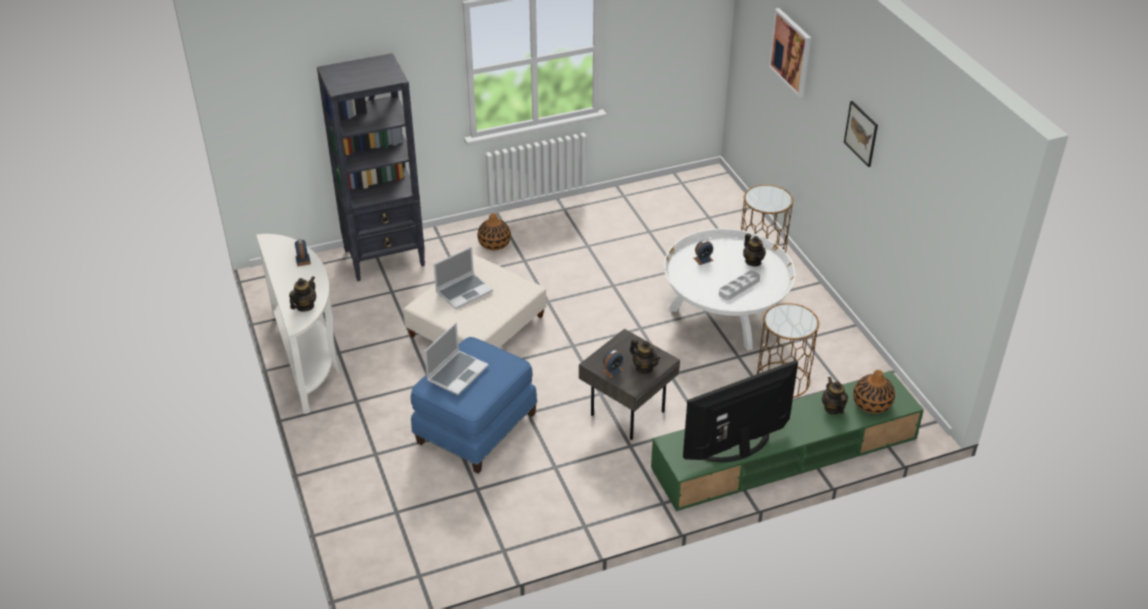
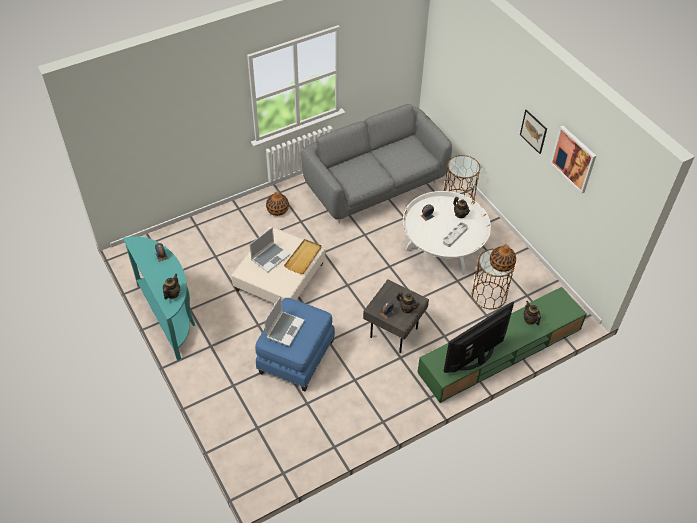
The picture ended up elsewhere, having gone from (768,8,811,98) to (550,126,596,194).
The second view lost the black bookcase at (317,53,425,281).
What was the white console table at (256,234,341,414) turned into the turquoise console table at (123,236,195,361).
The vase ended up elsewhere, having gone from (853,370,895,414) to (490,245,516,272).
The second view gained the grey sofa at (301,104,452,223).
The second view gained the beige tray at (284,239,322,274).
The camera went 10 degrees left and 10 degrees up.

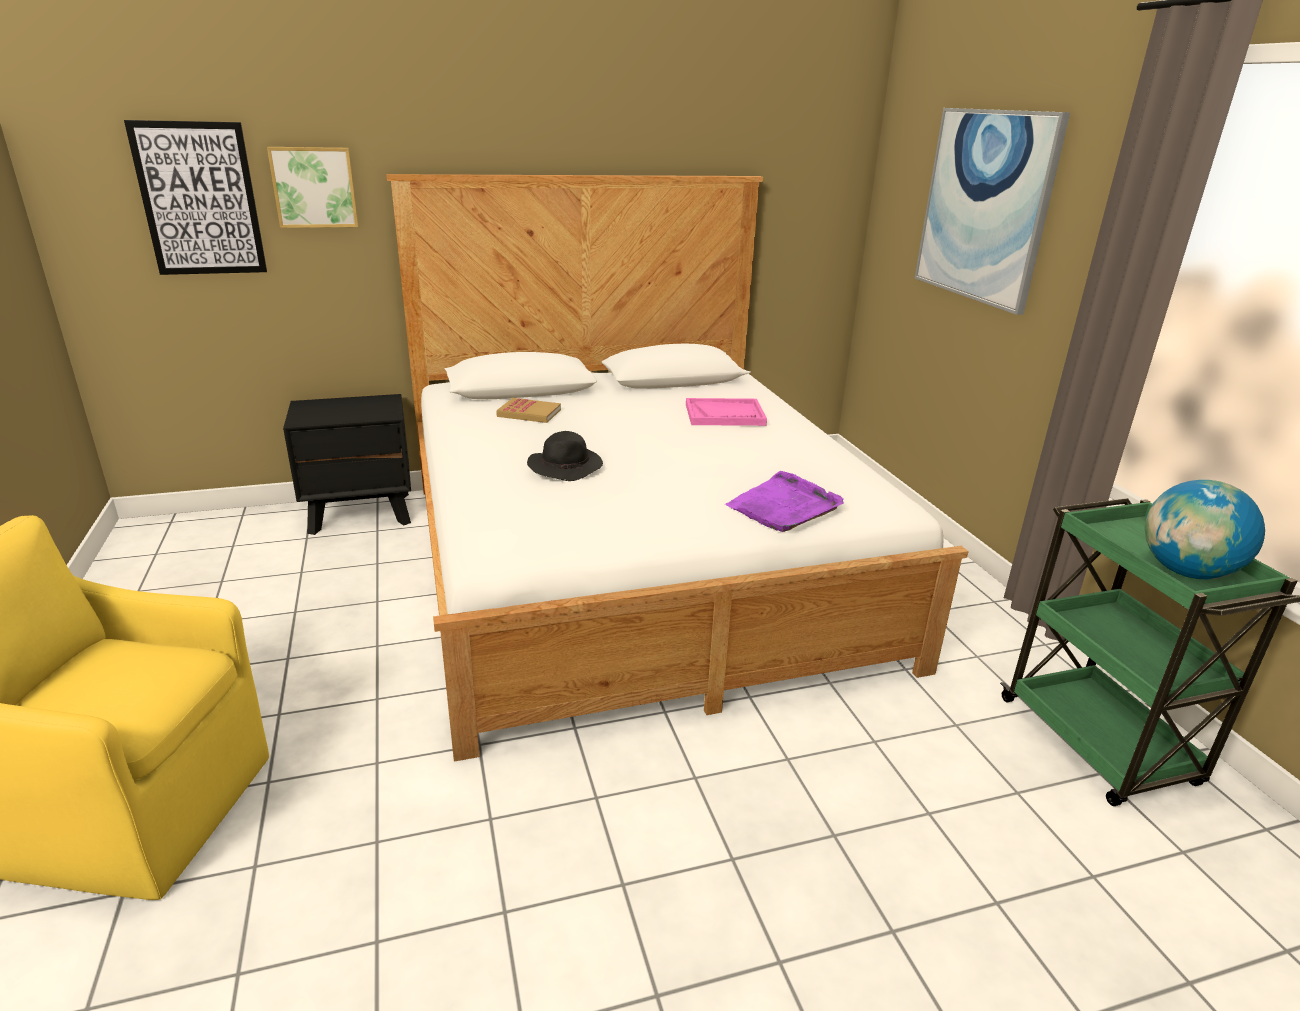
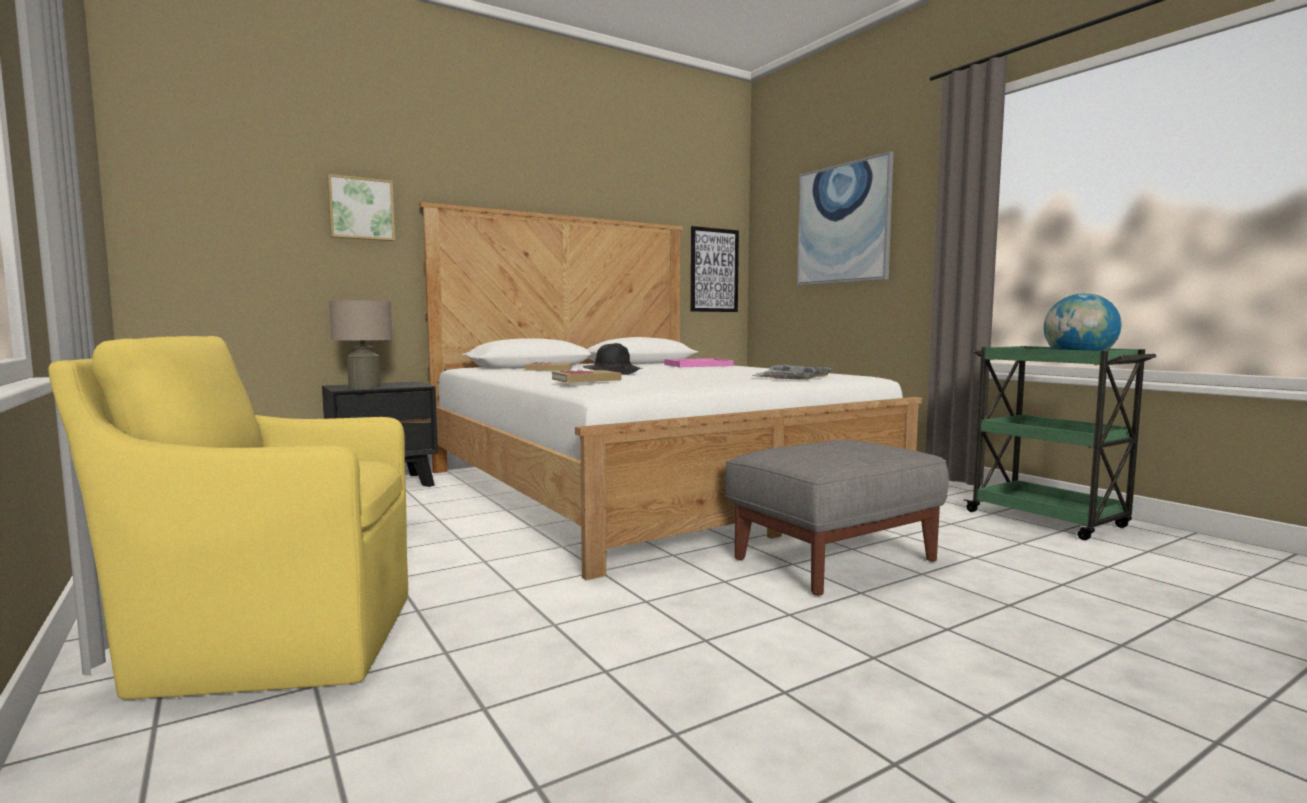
The picture ended up elsewhere, having gone from (124,120,267,275) to (691,226,739,312).
What was the purple tray at (725,471,844,532) turned into the grey tray at (751,365,833,380).
The second view gained the beige table lamp at (329,300,393,389).
The second view gained the book at (552,370,622,383).
The second view gained the grey ottoman at (725,440,949,596).
The camera went 15 degrees left and 20 degrees down.

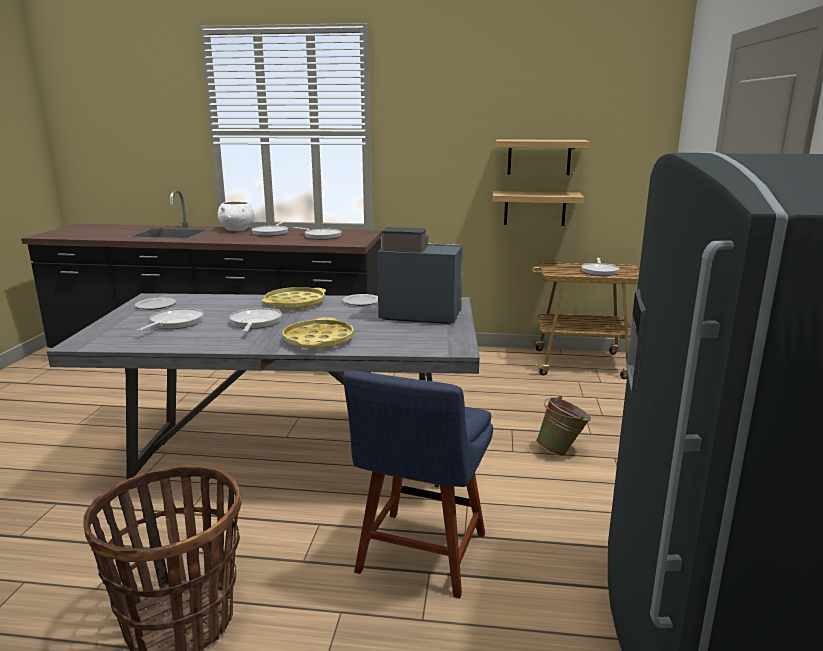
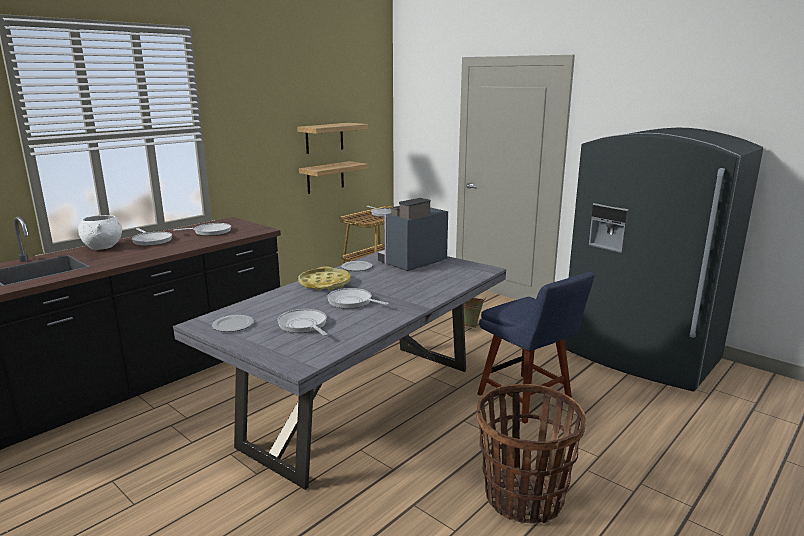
The second view lost the yellow tray at (282,317,354,349).
The camera went 55 degrees left and 0 degrees up.

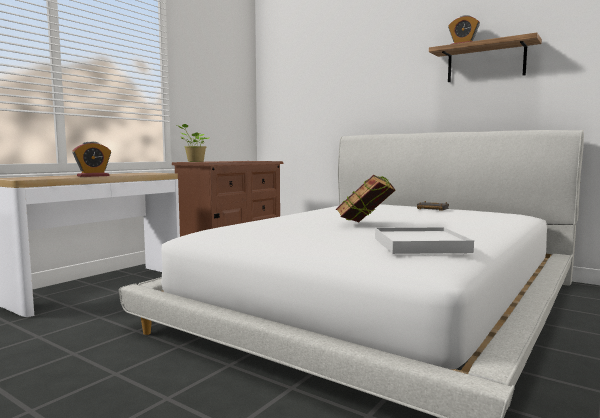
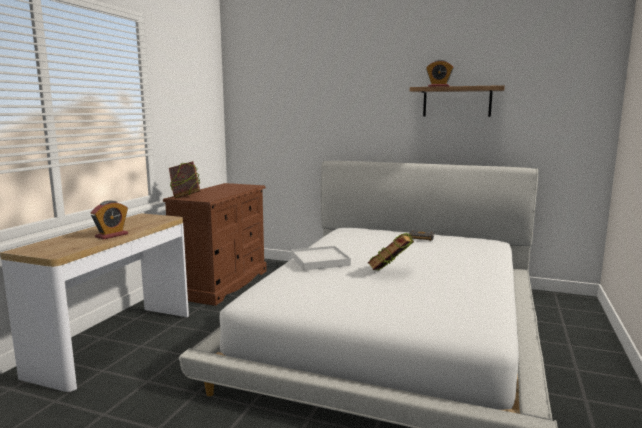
Where the potted plant stood at (177,124,209,162), the book came to stand at (169,161,200,198).
The white tray ended up elsewhere, having gone from (375,227,474,254) to (291,246,351,270).
The camera went 15 degrees left and 5 degrees up.

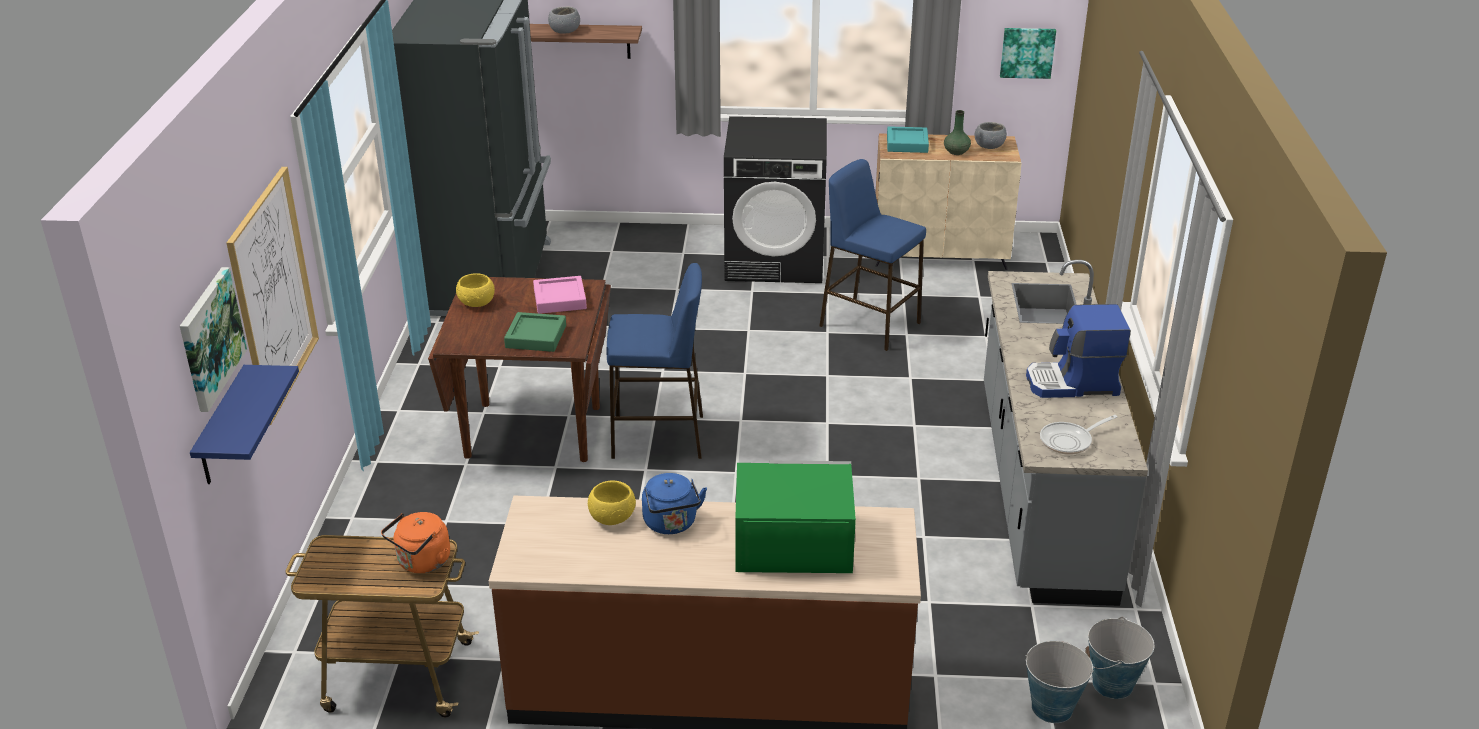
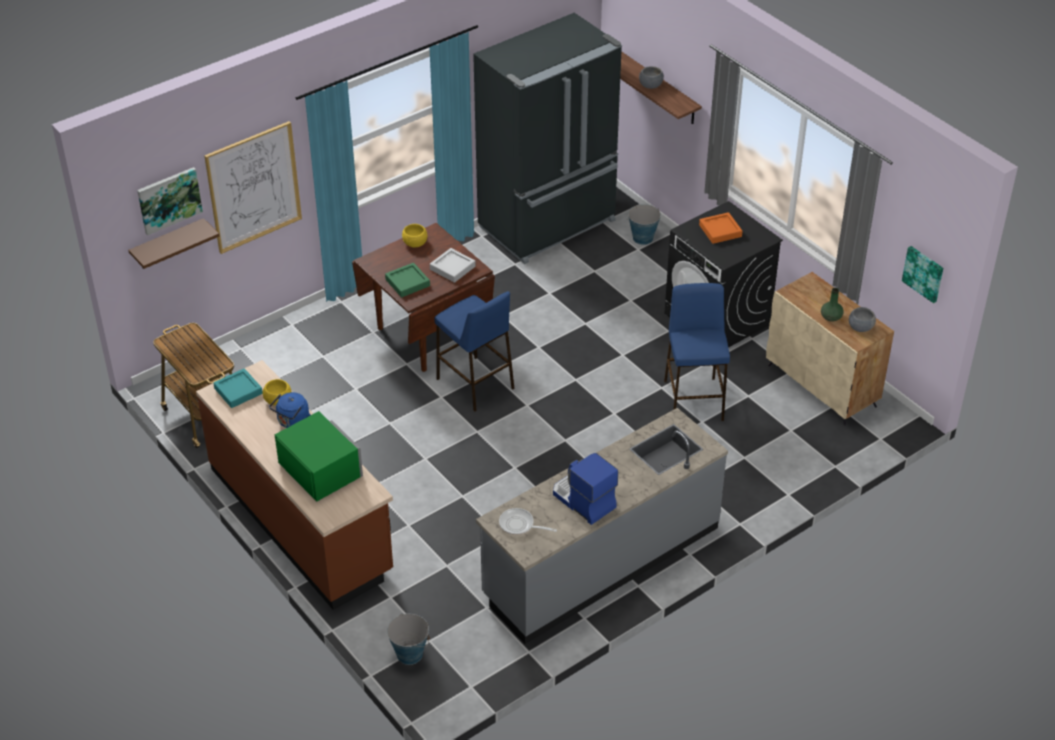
The turquoise tray ended up elsewhere, having gone from (887,126,929,153) to (213,368,263,408).
What was the pink tray at (533,276,587,314) turned into the grey tray at (430,248,476,283).
What was the blue shelf at (190,365,299,484) turned into the brown shelf at (128,218,219,269).
The second view lost the orange kettle at (381,512,450,573).
The bucket ended up elsewhere, having gone from (1085,617,1154,699) to (627,204,661,245).
The second view gained the orange tray at (699,212,743,244).
The camera went 50 degrees right and 10 degrees up.

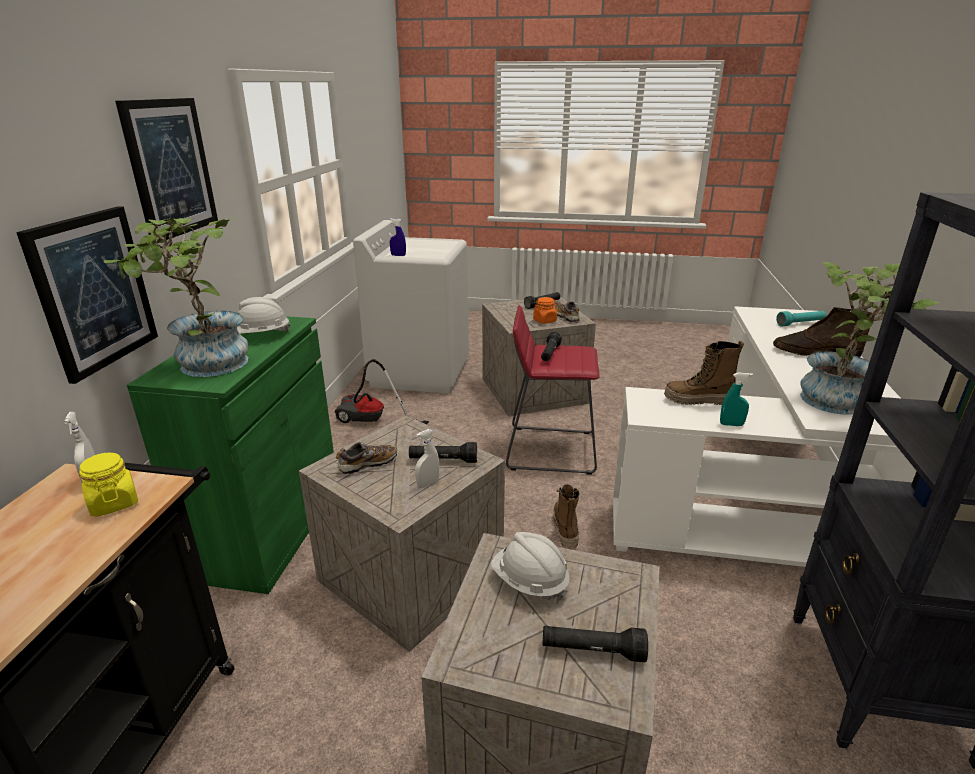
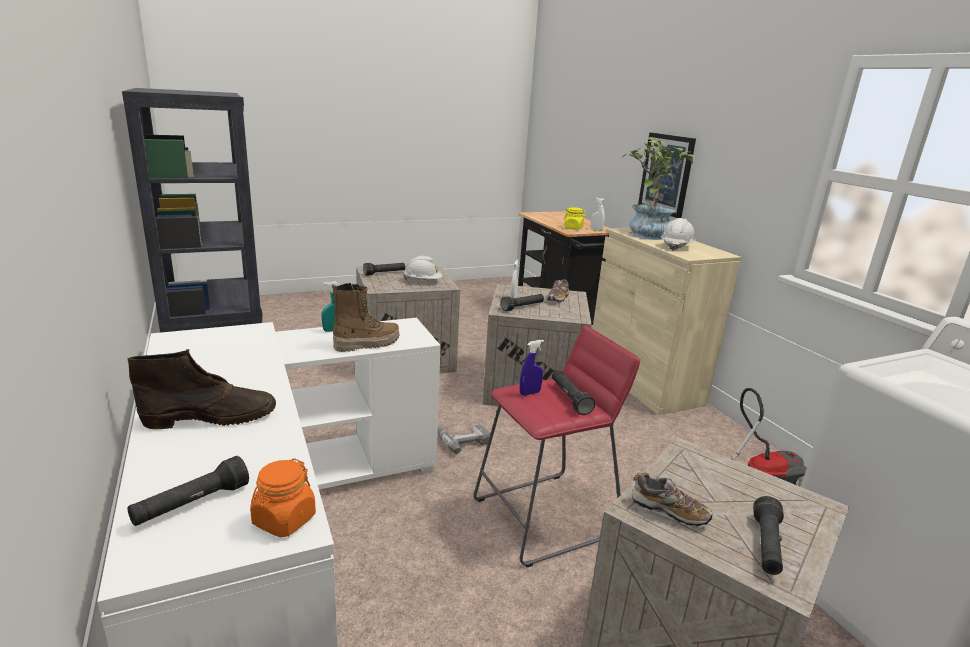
The second view lost the picture at (115,98,218,243).
The blue spray bottle ended up elsewhere, having gone from (390,218,406,256) to (520,340,544,396).
The second view lost the potted plant at (800,262,939,415).
The orange jar ended up elsewhere, having gone from (533,297,557,324) to (250,458,316,537).
What was the turquoise flashlight at (776,311,826,327) turned into the black flashlight at (127,456,249,526).
What was the green cabinet at (127,316,334,594) turned into the beige cabinet at (593,228,741,415).
Where the boot stood at (553,484,580,550), the power drill came to stand at (438,424,490,454).
The camera went 145 degrees right and 5 degrees down.

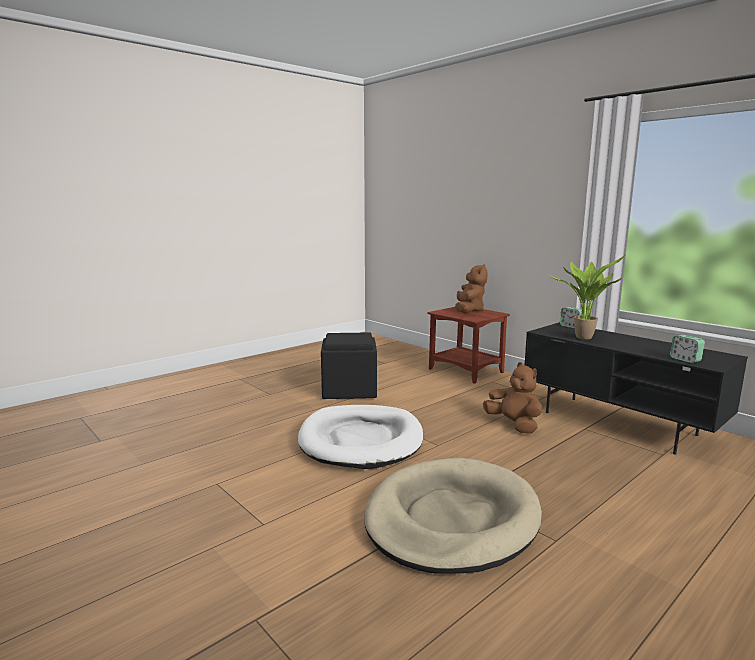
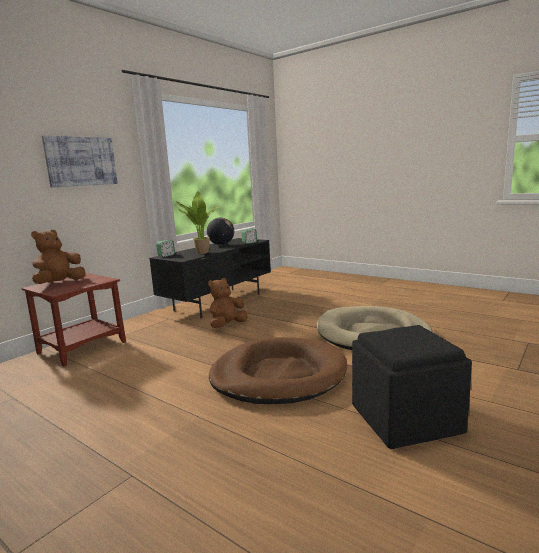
The brown plush toy at (455,264,488,313) ended up facing another way, 60 degrees counterclockwise from before.
The black ottoman ended up elsewhere, having gone from (321,332,377,399) to (352,325,472,449).
What was the white dog bed at (298,405,423,469) turned into the brown dog bed at (209,337,347,404).
The second view gained the picture at (42,135,118,188).
The second view gained the globe at (207,218,234,245).
The camera went 100 degrees left and 0 degrees up.

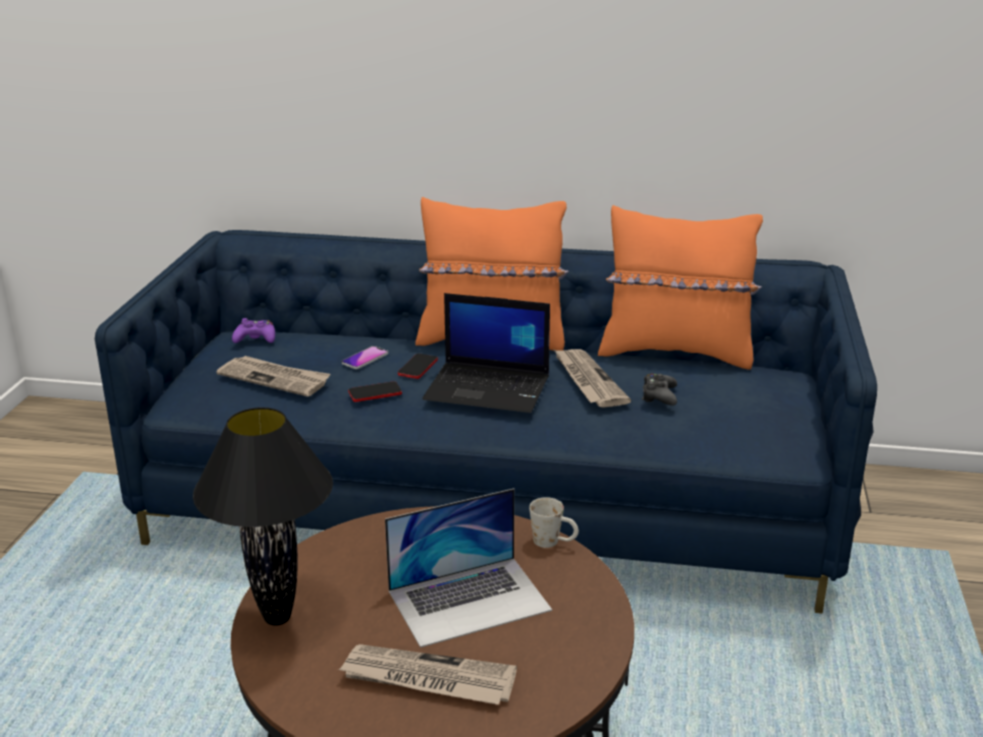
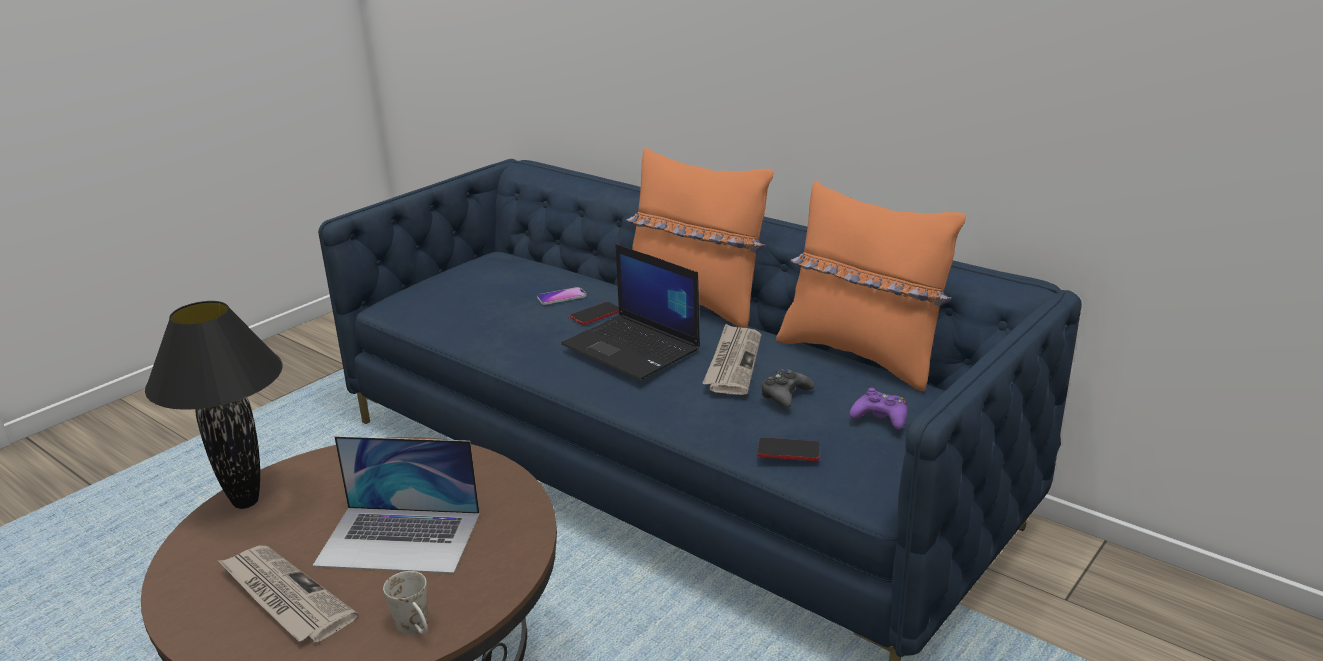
The purple game controller ended up elsewhere, having gone from (232,318,275,343) to (849,388,908,430).
The second view lost the newspaper at (216,356,331,397).
The phone ended up elsewhere, having gone from (348,381,402,402) to (757,438,820,461).
The white mug ended up elsewhere, having gone from (529,497,579,548) to (383,571,428,635).
The camera went 30 degrees right and 0 degrees up.

